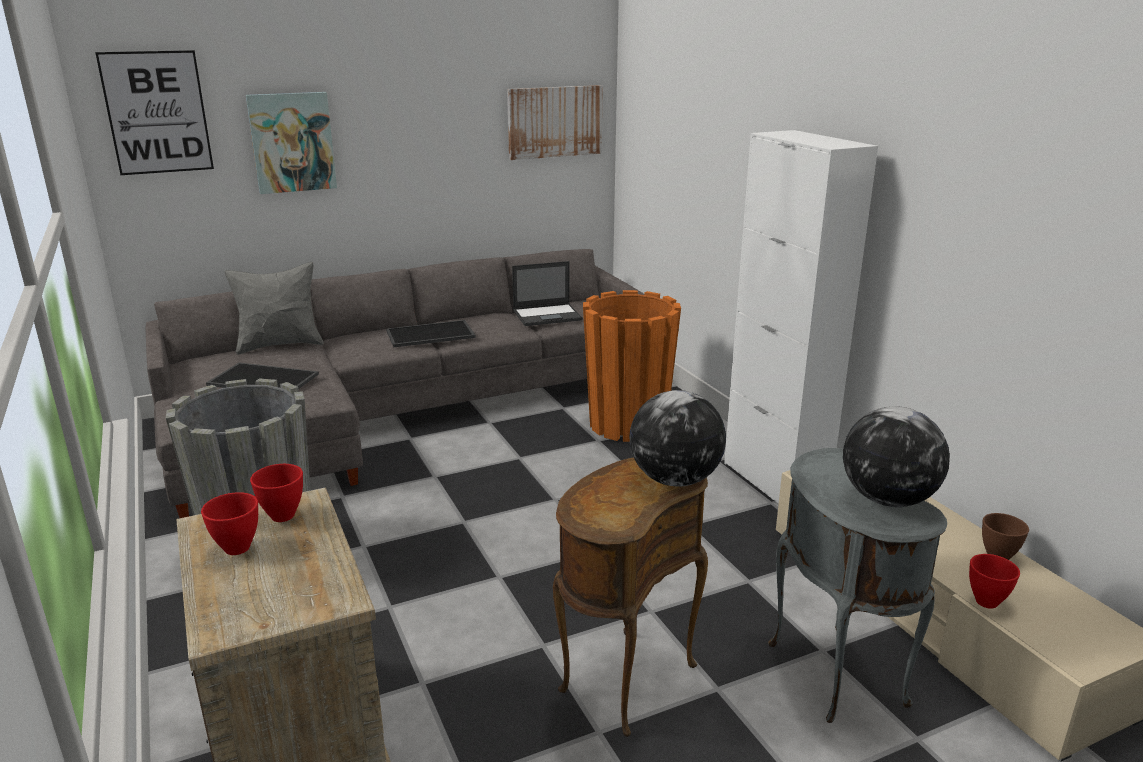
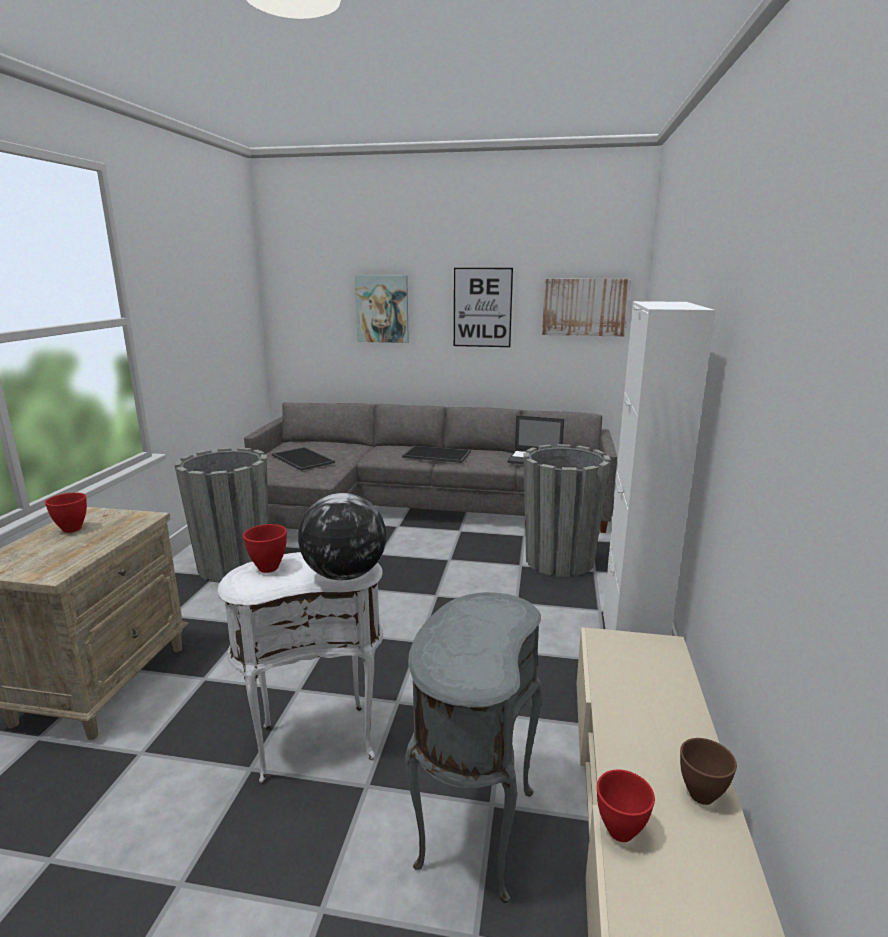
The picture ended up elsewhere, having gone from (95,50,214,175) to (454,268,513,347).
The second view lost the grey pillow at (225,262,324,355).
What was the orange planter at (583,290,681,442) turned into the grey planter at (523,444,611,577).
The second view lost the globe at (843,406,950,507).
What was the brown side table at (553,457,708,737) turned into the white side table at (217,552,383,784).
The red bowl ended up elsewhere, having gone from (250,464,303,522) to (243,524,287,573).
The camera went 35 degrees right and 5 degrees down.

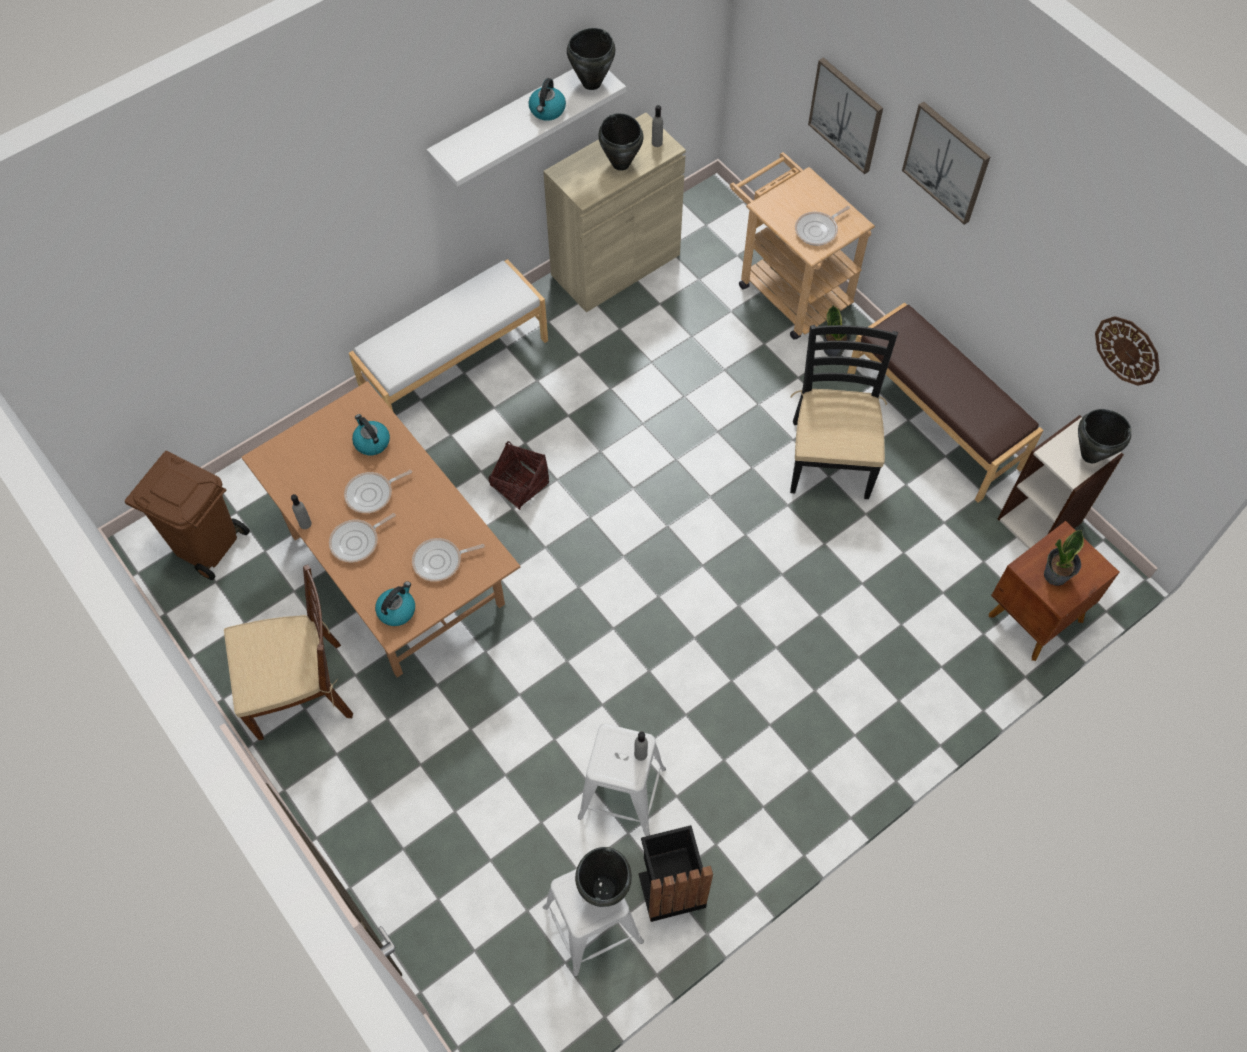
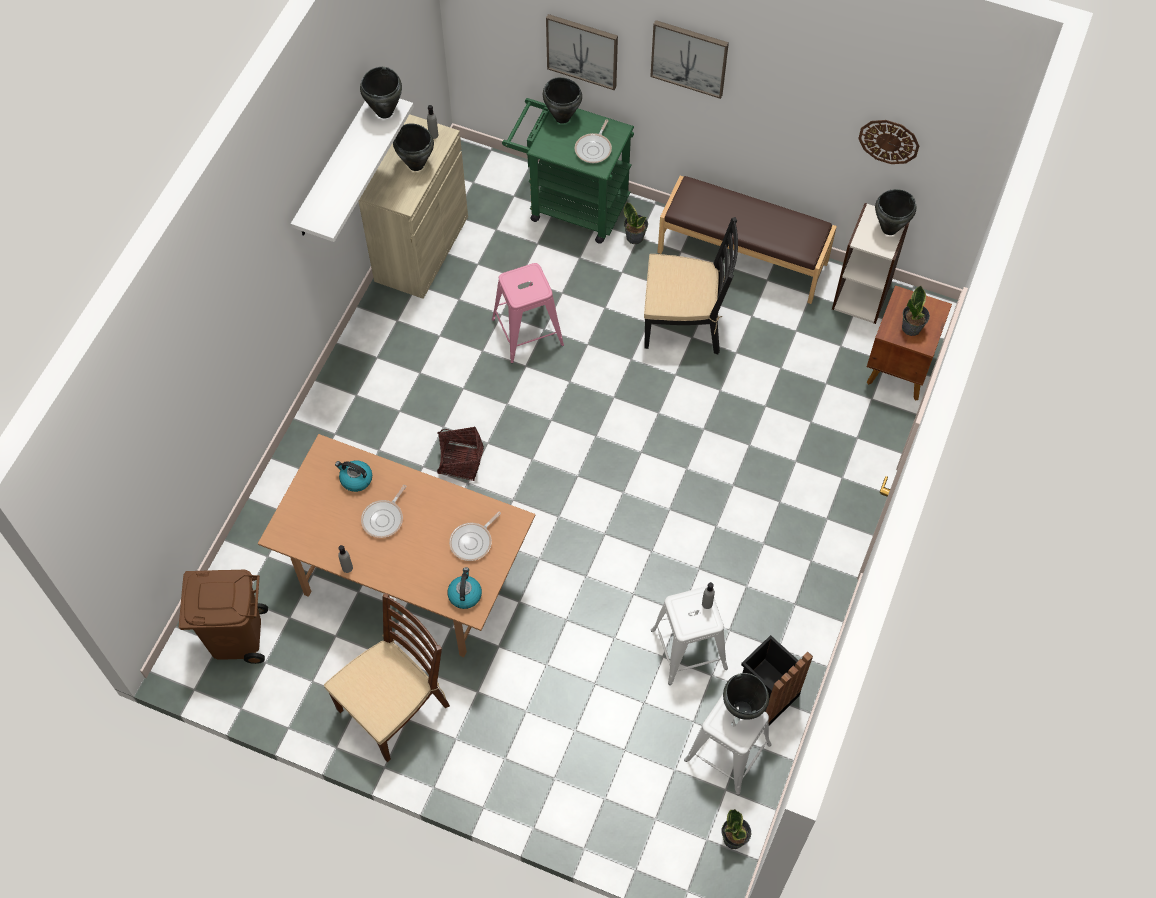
The second view lost the kettle at (529,78,566,121).
What was the beige cart at (730,152,875,340) turned into the green cart at (502,98,634,244).
The second view lost the white bench at (349,259,548,411).
The black chair at (790,325,898,499) ended up facing another way, 120 degrees clockwise from before.
The second view lost the frying pan at (329,513,396,562).
The second view gained the black cooking pot at (543,77,582,124).
The second view gained the pink stool at (492,263,564,363).
The second view gained the potted plant at (721,809,751,849).
The camera went 30 degrees left and 0 degrees up.

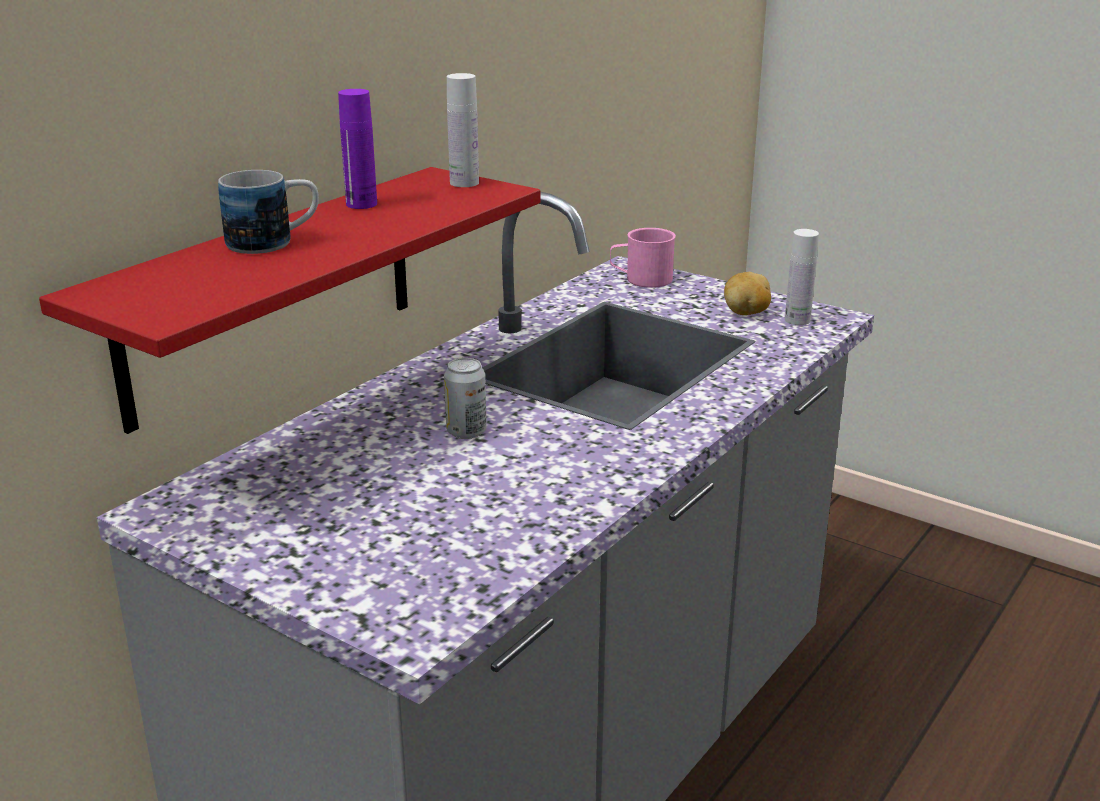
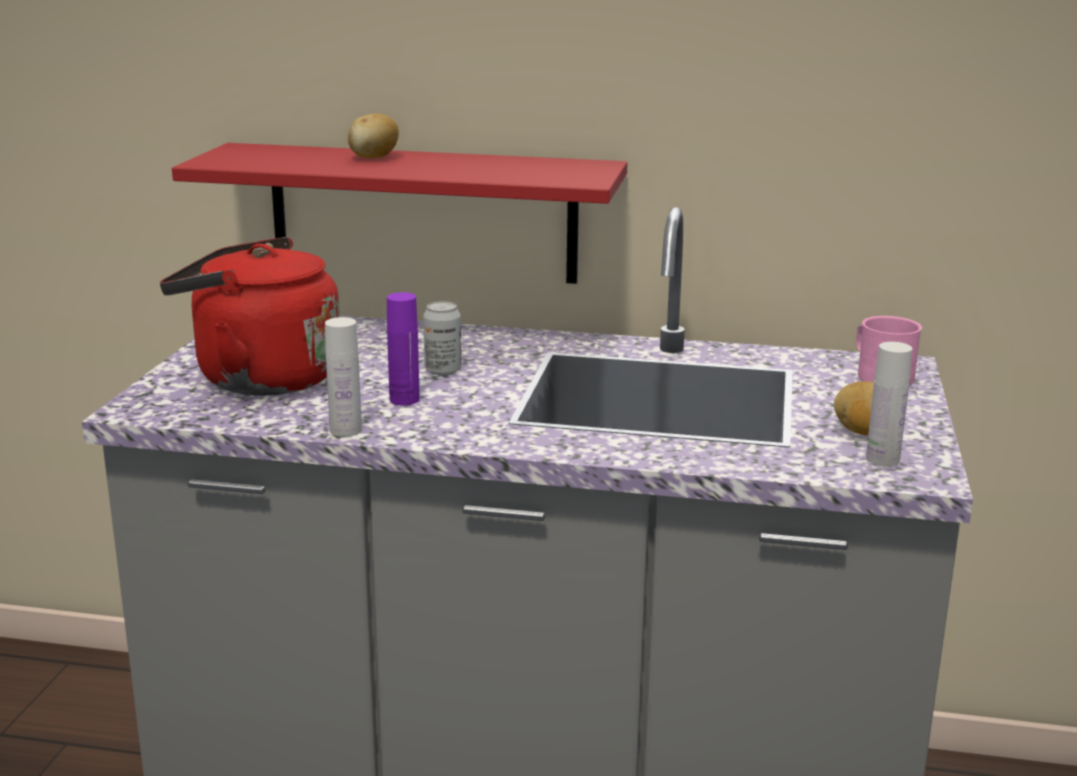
The white bottle ended up elsewhere, having gone from (447,73,479,187) to (325,317,362,437).
The purple bottle ended up elsewhere, having gone from (338,89,377,209) to (387,292,420,405).
Where the mug stood at (218,170,319,254), the potato came to stand at (348,113,399,158).
The second view gained the red kettle at (160,237,340,396).
The camera went 65 degrees right and 5 degrees down.

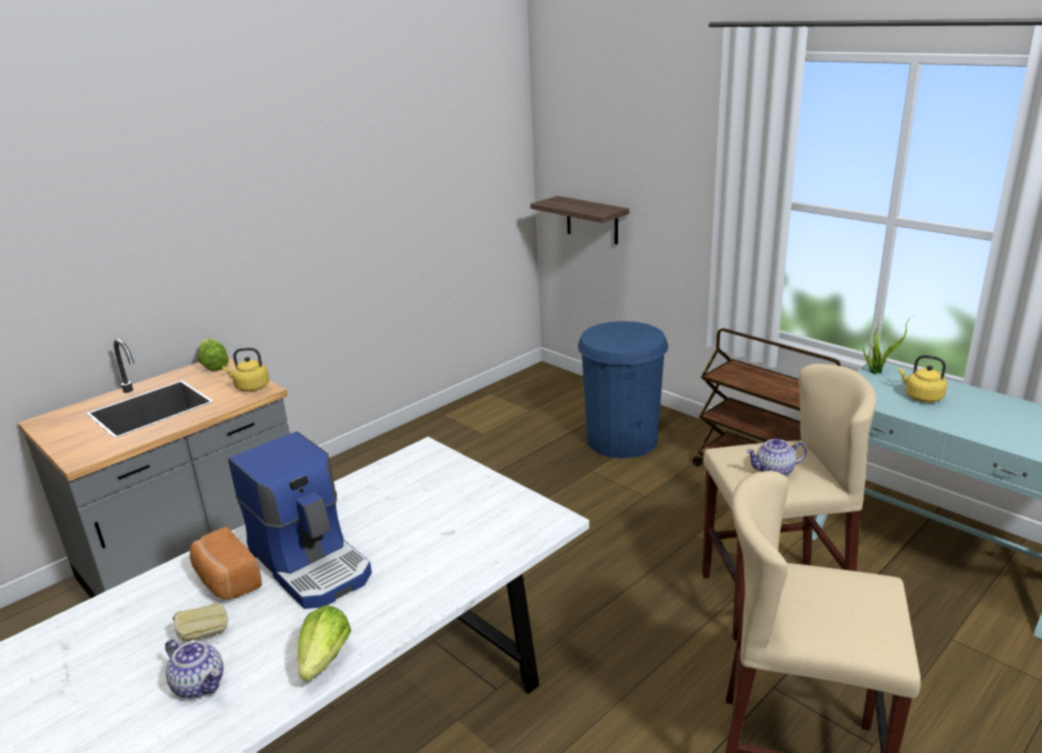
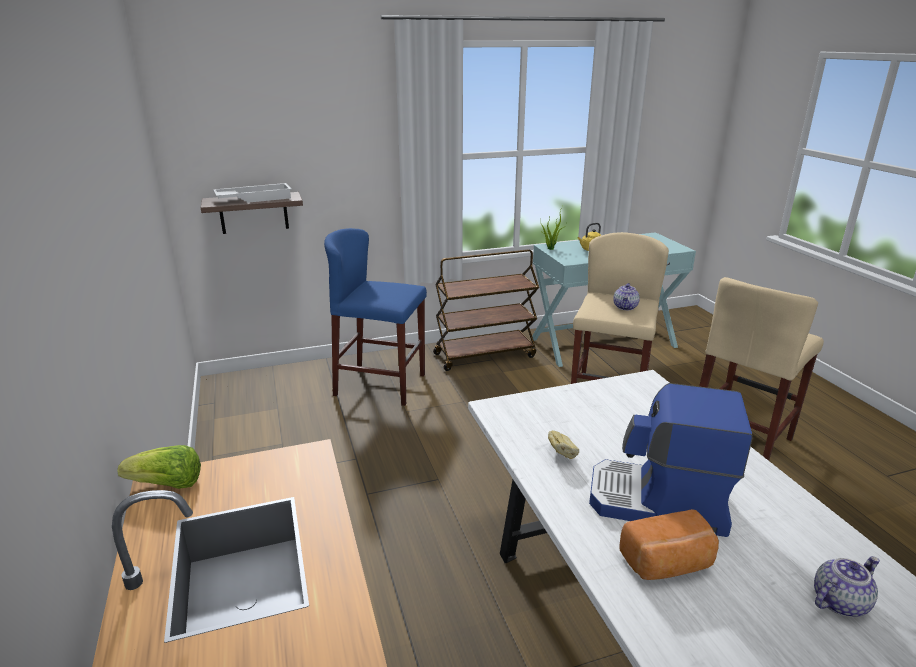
Where the blue trash can stood at (578,321,668,458), the blue stool came to stand at (324,228,427,406).
The second view lost the yellow kettle at (222,348,269,392).
The coffee machine at (228,431,372,609) ended up facing another way, 150 degrees counterclockwise from before.
The bread ended up elsewhere, having gone from (173,603,228,641) to (548,430,579,459).
The second view lost the lettuce at (298,605,351,681).
The second view gained the white tray at (213,183,292,203).
The camera went 65 degrees left and 0 degrees up.

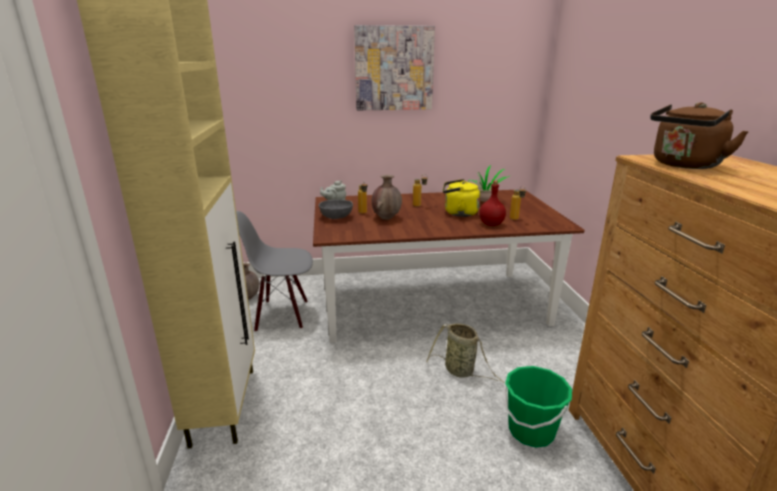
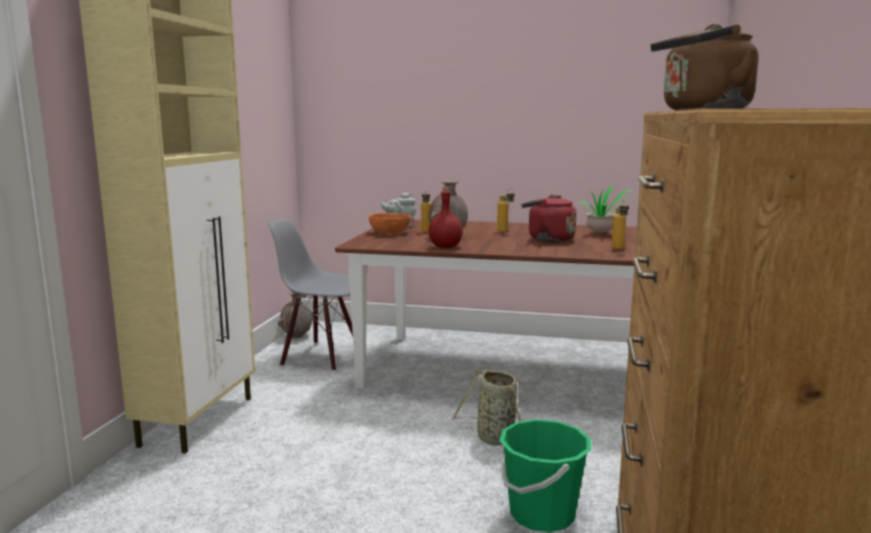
The second view lost the picture at (354,25,435,110).
What was the yellow kettle at (443,179,480,217) turned into the red kettle at (521,195,576,242).
The red bottle ended up elsewhere, having gone from (479,181,506,226) to (429,187,463,248).
What was the grey bowl at (319,200,353,219) turned into the orange bowl at (369,213,411,233).
The camera went 20 degrees right and 10 degrees down.

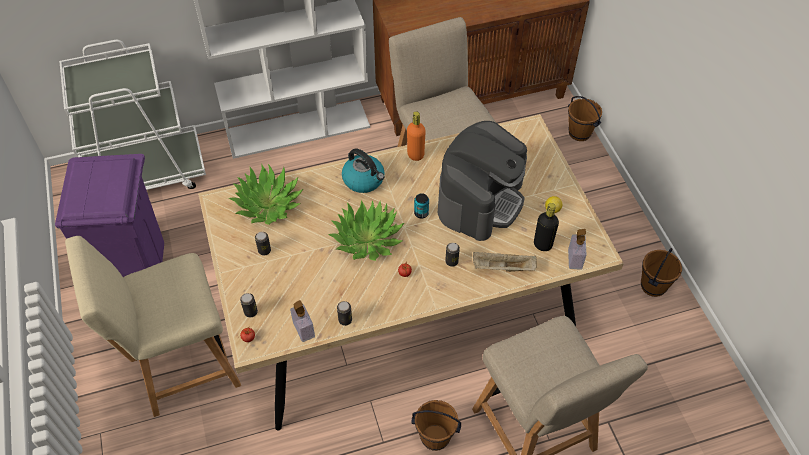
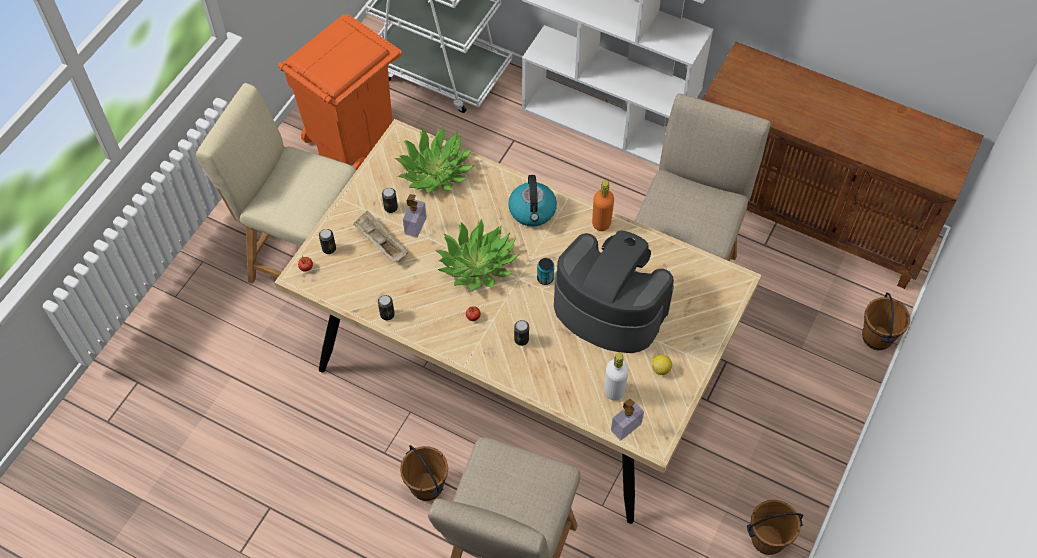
The coffee machine at (438,121,527,241) ended up facing another way, 135 degrees counterclockwise from before.
What was the purple trash can at (55,154,164,277) turned into the orange trash can at (278,14,402,171).
What was the black bottle at (534,203,559,251) turned into the white bottle at (604,353,629,401).
The beige tray ended up elsewhere, having gone from (473,252,537,272) to (353,211,408,262).
The soap dispenser ended up elsewhere, having gone from (290,300,315,342) to (403,194,427,238).
The camera went 45 degrees right and 5 degrees up.

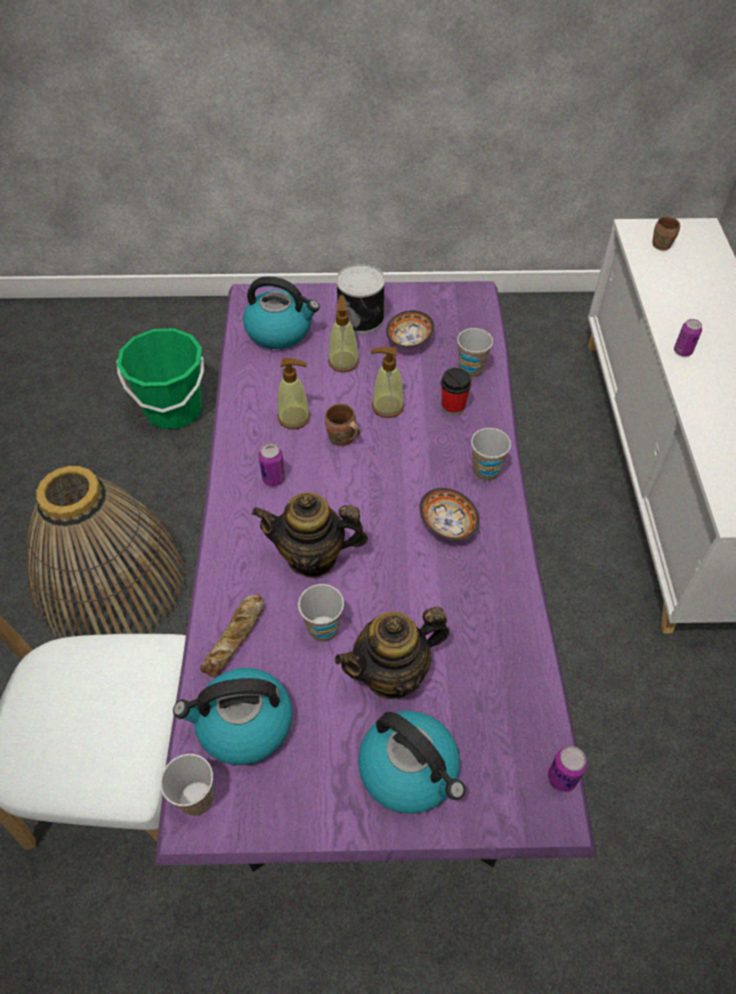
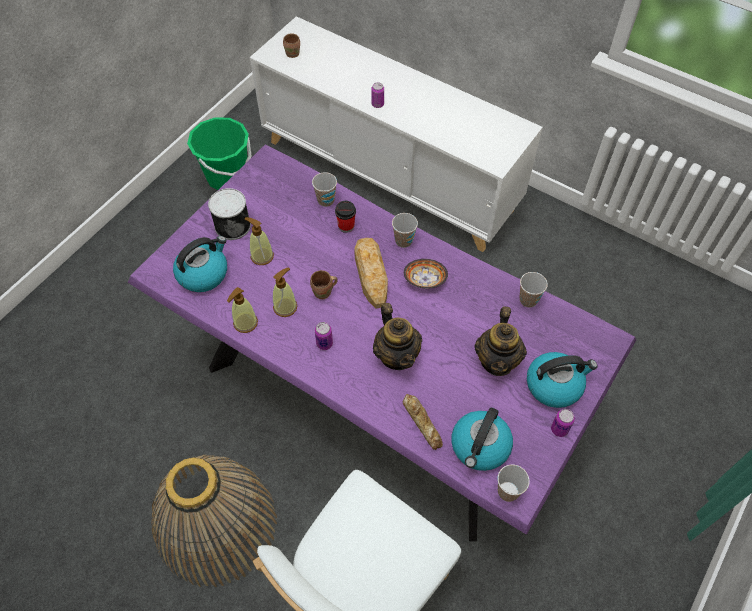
The second view lost the bowl at (386,310,434,348).
The green bucket ended up elsewhere, having gone from (117,328,204,429) to (187,117,252,190).
The soap dispenser ended up elsewhere, having gone from (371,347,404,418) to (227,287,258,333).
The teapot at (252,493,368,577) ended up facing another way, 60 degrees counterclockwise from before.
The cup ended up elsewhere, having gone from (298,584,344,642) to (519,272,548,308).
The can ended up elsewhere, having gone from (548,746,587,792) to (551,409,575,437).
The second view gained the bread at (354,238,388,309).
The camera went 55 degrees left and 5 degrees up.

